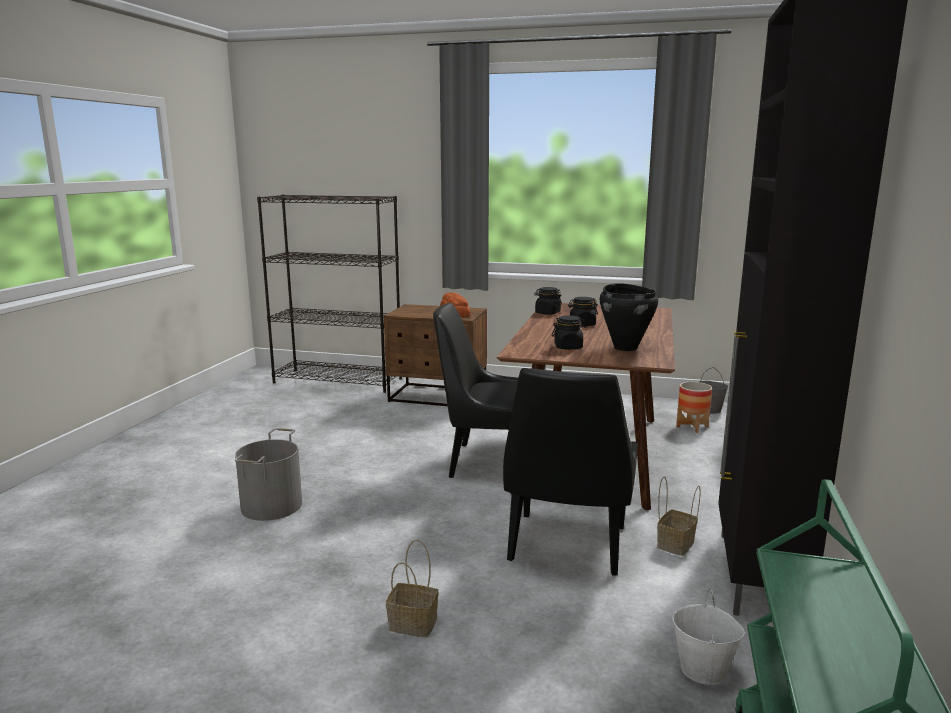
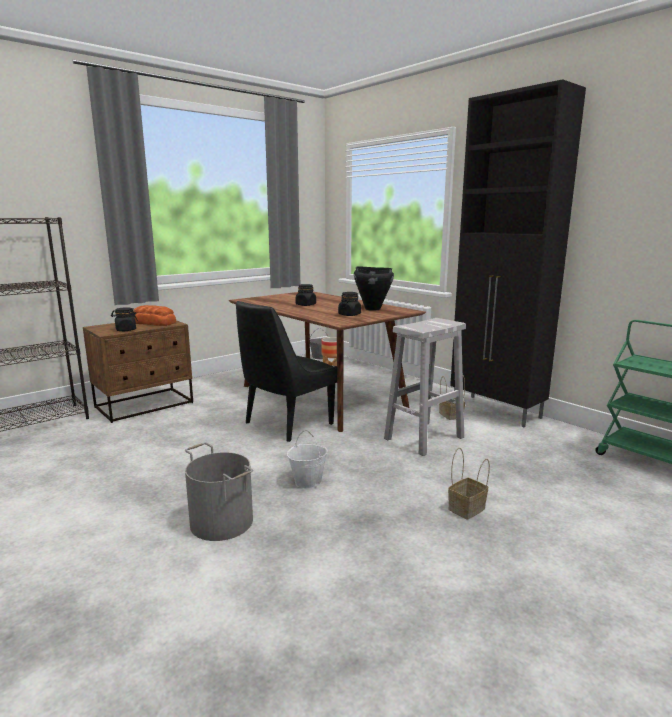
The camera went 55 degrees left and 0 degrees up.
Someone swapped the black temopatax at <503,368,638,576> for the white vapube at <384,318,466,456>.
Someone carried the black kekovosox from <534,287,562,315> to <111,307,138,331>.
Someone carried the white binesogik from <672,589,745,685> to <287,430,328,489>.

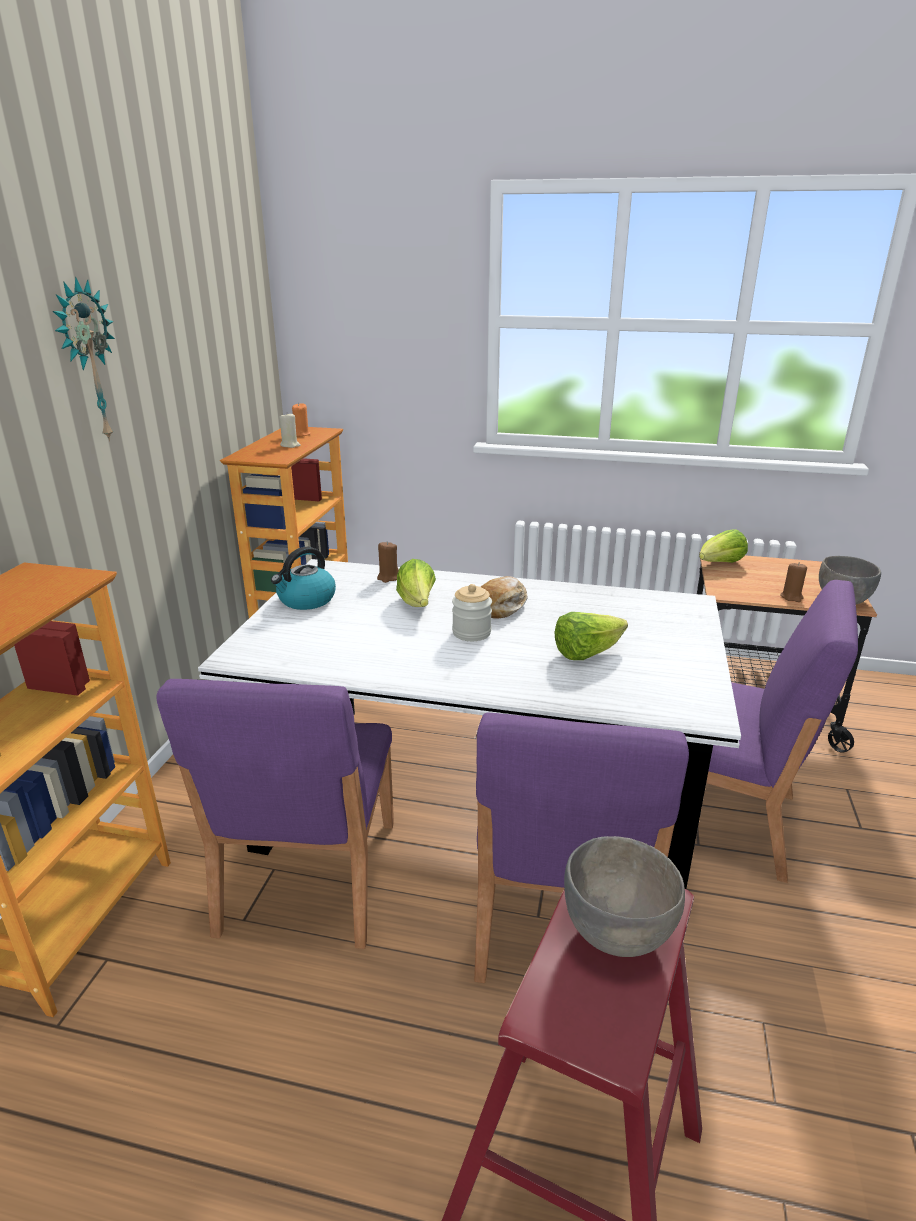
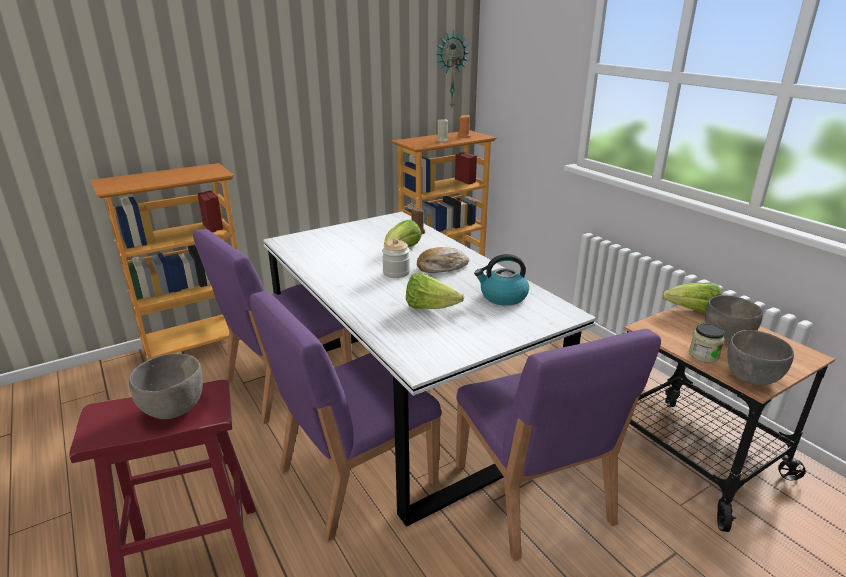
The camera went 45 degrees right and 0 degrees up.
Someone carried the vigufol from <53,277,115,442> to <436,31,470,107>.
Someone carried the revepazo from <271,547,336,610> to <474,254,529,306>.
Someone swapped the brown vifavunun at <780,562,807,602> for the kekovosox at <689,323,725,363>.
Someone put down the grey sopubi at <705,295,763,342>.

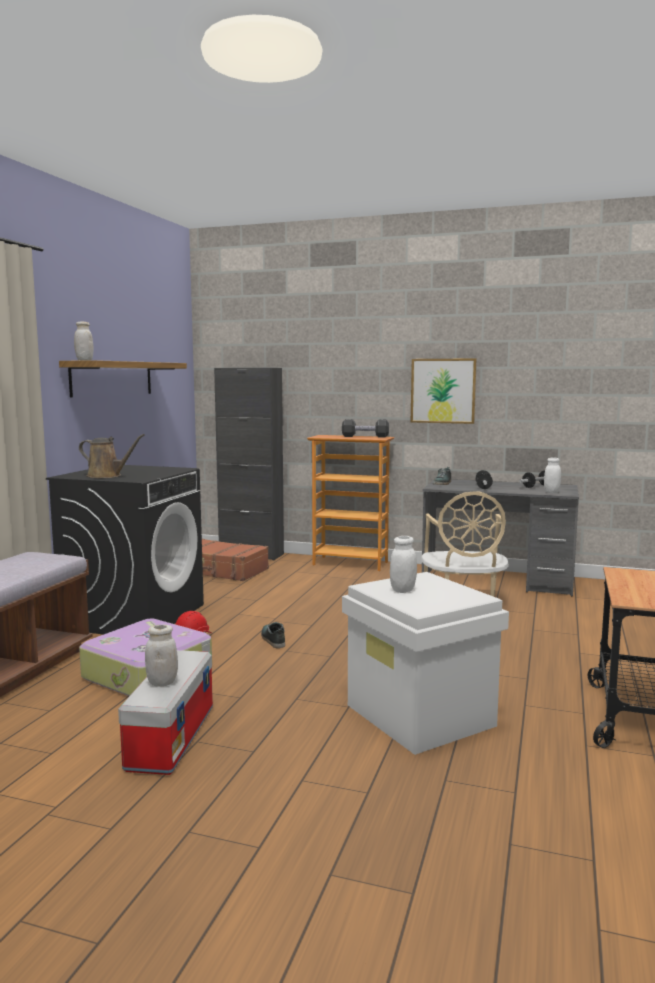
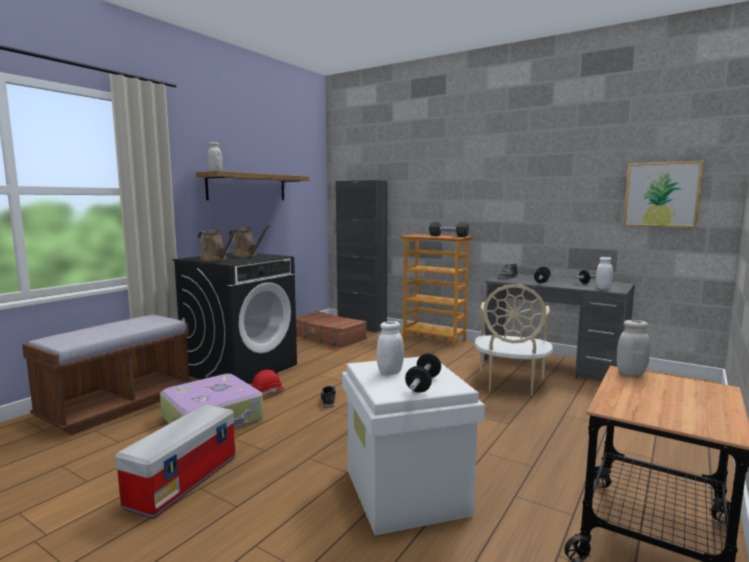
The camera went 15 degrees right and 0 degrees up.
Someone carried the white kekovosox from <145,625,178,687> to <617,320,650,376>.
Someone carried the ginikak from <411,358,477,424> to <623,161,703,228>.
Someone put down the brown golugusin at <229,225,270,257>.
Someone put down the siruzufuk at <405,353,441,393>.

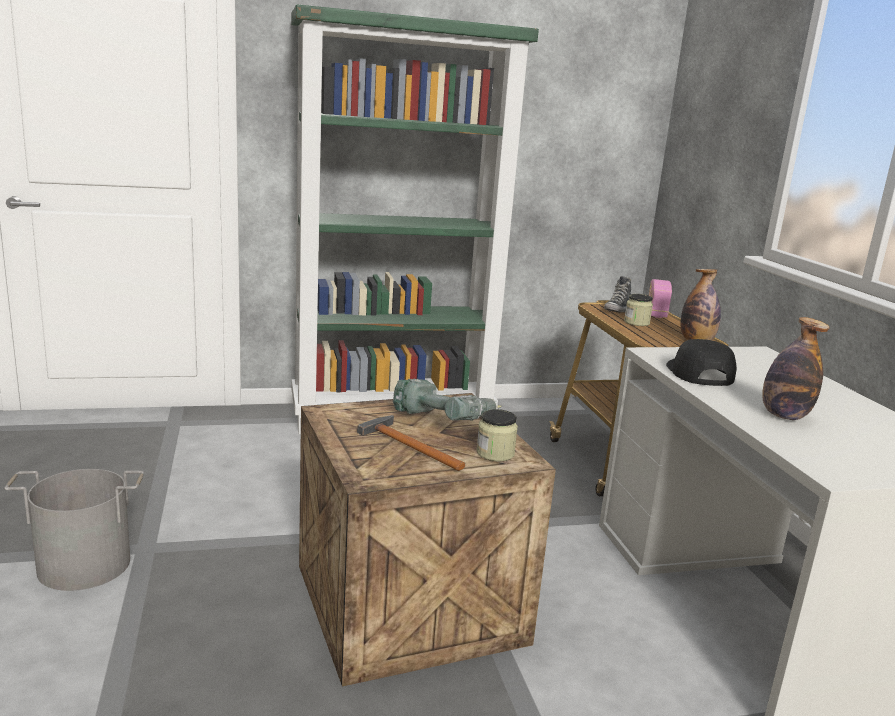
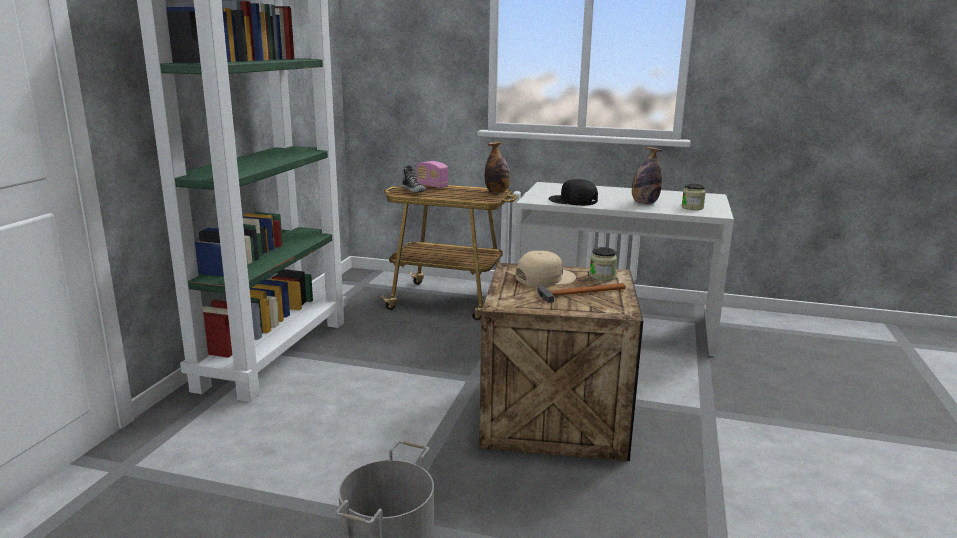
The camera went 60 degrees left and 0 degrees up.
Someone swapped the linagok at <393,379,502,421> for the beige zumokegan at <515,251,576,287>.
Someone carried the kekovosox from <624,294,653,326> to <682,184,706,210>.

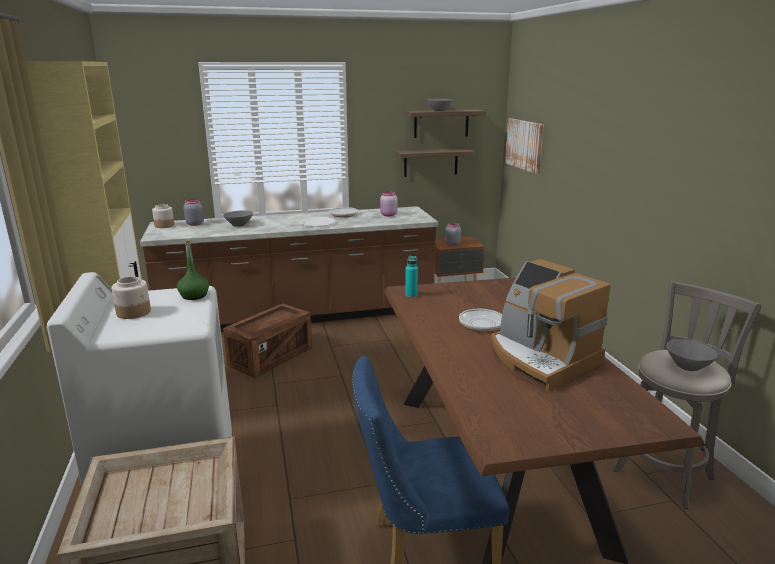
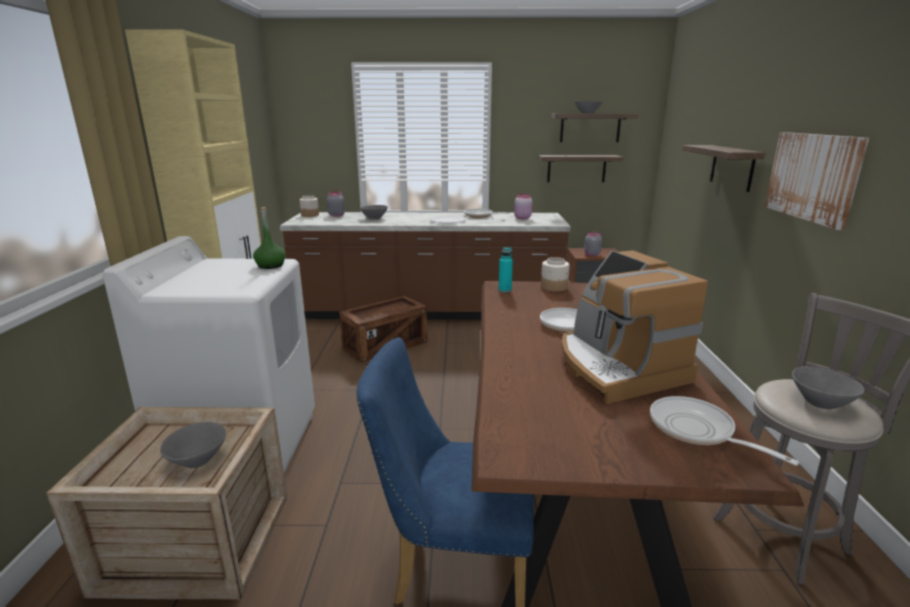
The camera went 15 degrees right and 0 degrees up.
Someone carried the kekovosox from <111,276,151,319> to <541,257,569,292>.
Someone carried the ginikak from <505,118,544,174> to <764,132,869,230>.
Someone put down the grey sopubi at <160,422,226,468>.
Someone put down the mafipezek at <650,396,799,466>.
Someone put up the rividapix at <682,145,765,192>.

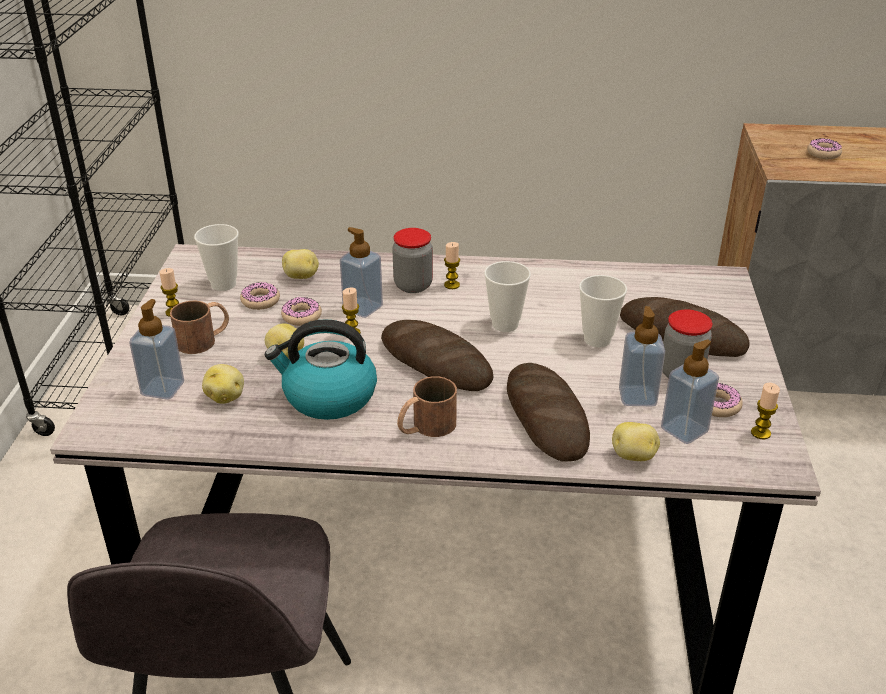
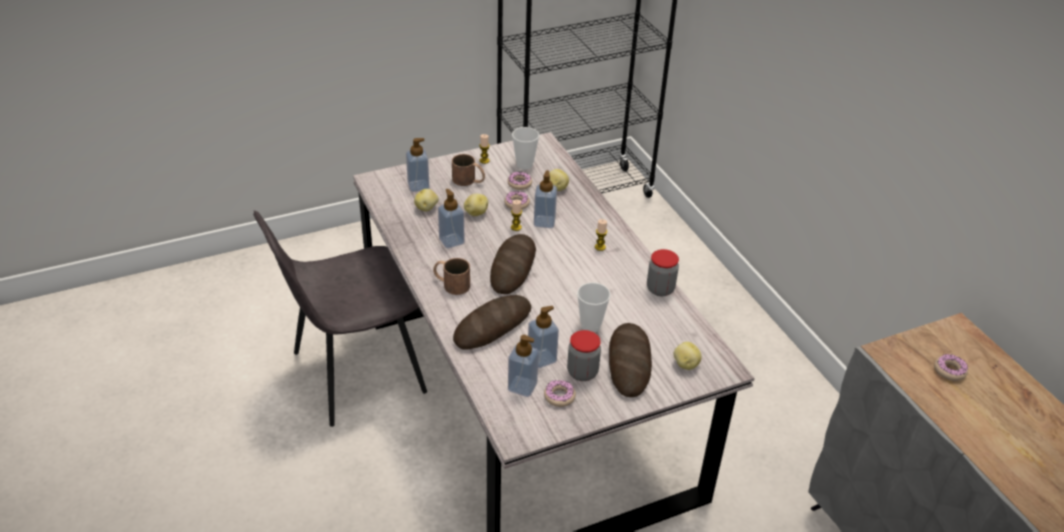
The camera went 60 degrees right and 5 degrees up.
Someone swapped the revepazo at <265,319,377,420> for the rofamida at <438,189,465,248>.
Someone carried the kekovosox from <392,228,433,293> to <647,249,679,296>.
Someone took away the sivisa at <484,261,531,332>.
Someone carried the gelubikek from <612,422,660,461> to <674,342,702,370>.
Someone took away the vifavunun at <751,383,780,439>.

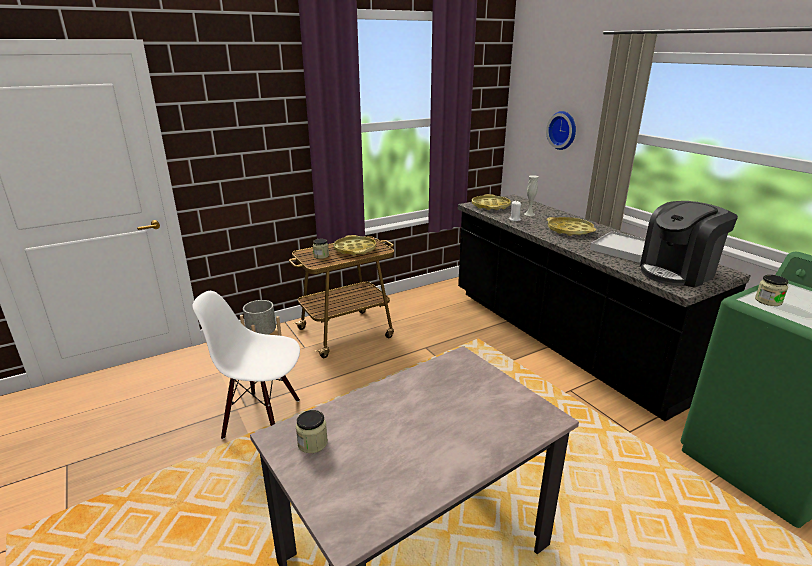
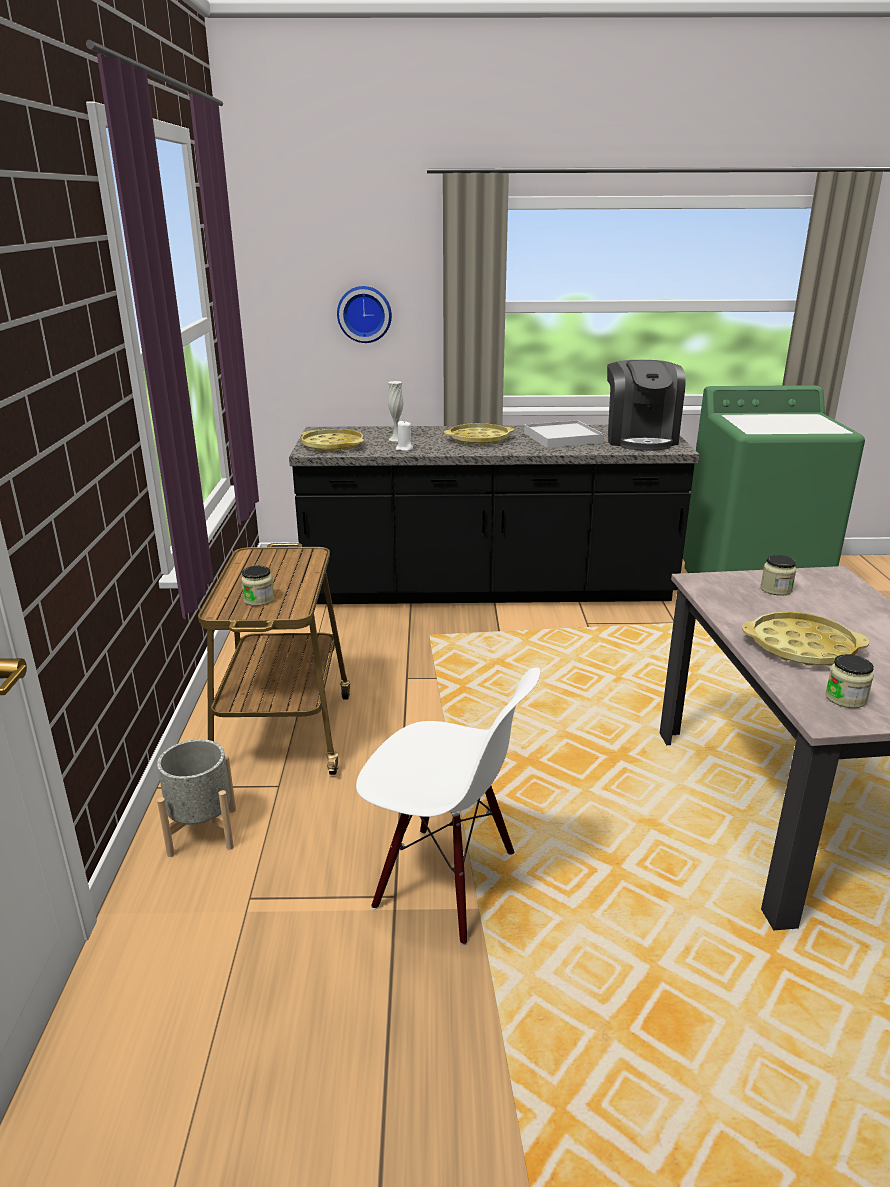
The camera went 60 degrees left and 0 degrees up.
Someone rotated the white temopatax at <193,291,300,440> by 105 degrees counterclockwise.
Someone carried the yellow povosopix from <333,235,376,255> to <742,612,869,666>.
Someone carried the kekovosox from <755,275,788,306> to <760,555,796,596>.

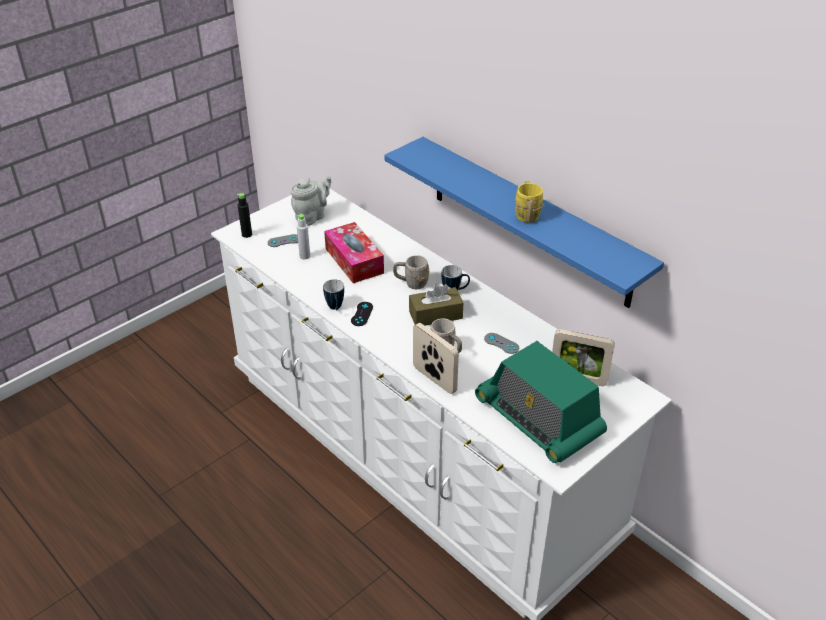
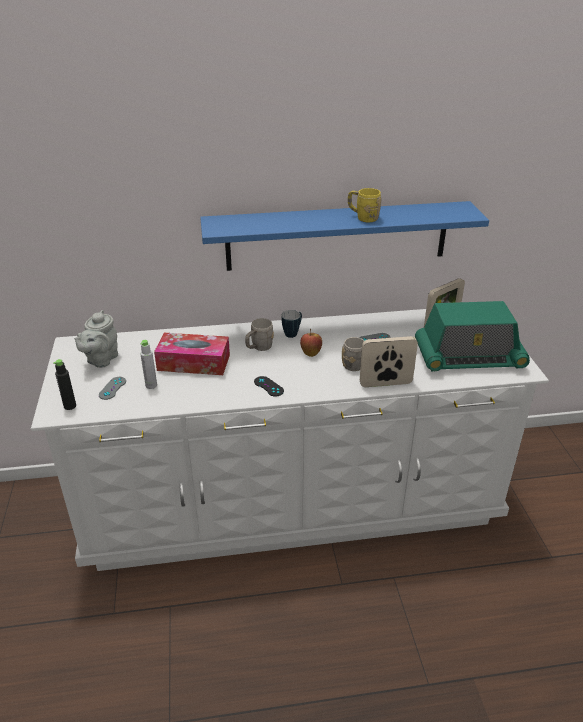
The camera went 55 degrees left and 5 degrees down.
Someone rotated the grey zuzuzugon at <290,176,331,226> by 150 degrees counterclockwise.
Someone took away the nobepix at <323,279,344,310>.
Someone swapped the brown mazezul at <409,283,463,326> for the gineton at <300,329,322,357>.

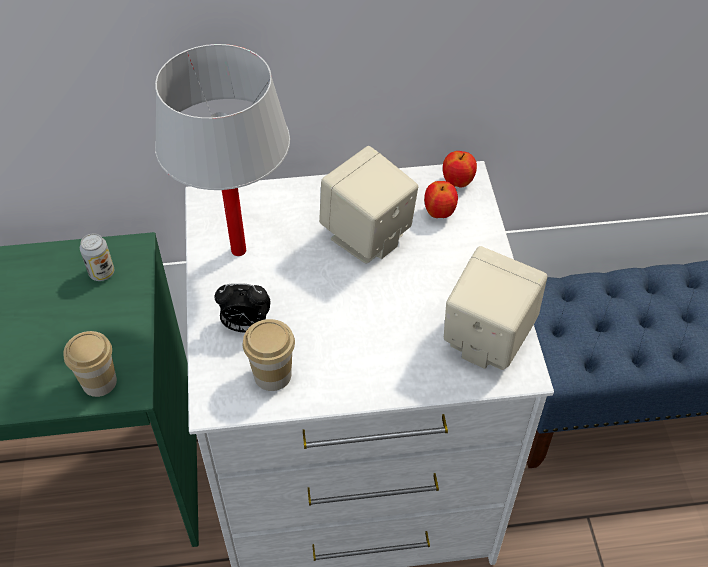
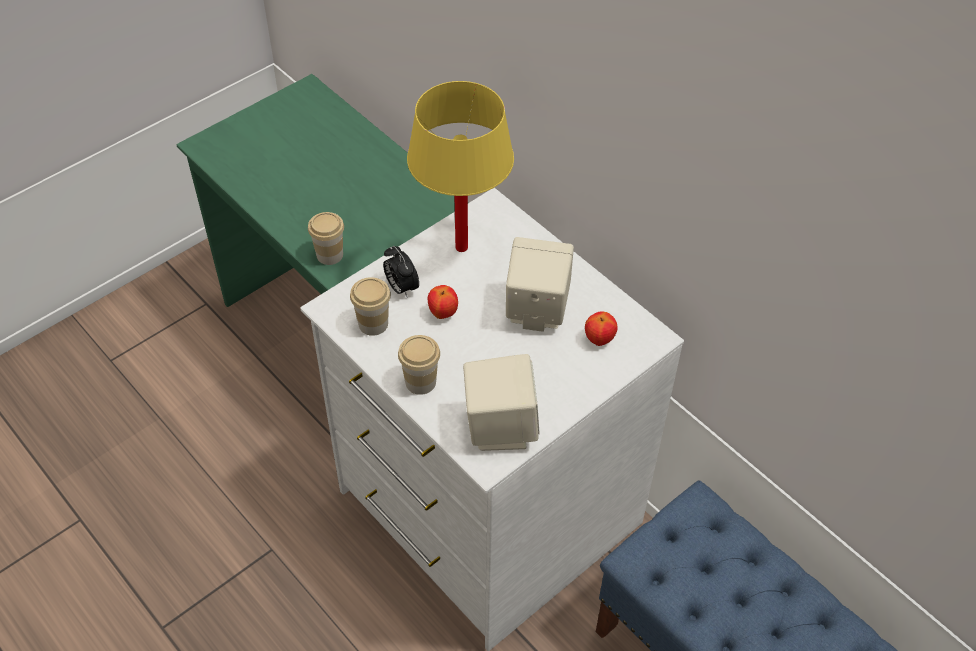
The camera went 55 degrees right and 0 degrees up.
Someone took away the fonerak at <80,234,114,281>.
Someone repainted the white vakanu at <155,44,290,256>, which became the yellow vakanu at <407,81,514,252>.
Someone carried the gineton from <443,151,477,188> to <428,285,458,319>.
Someone put down the sivisa at <398,335,440,395>.

